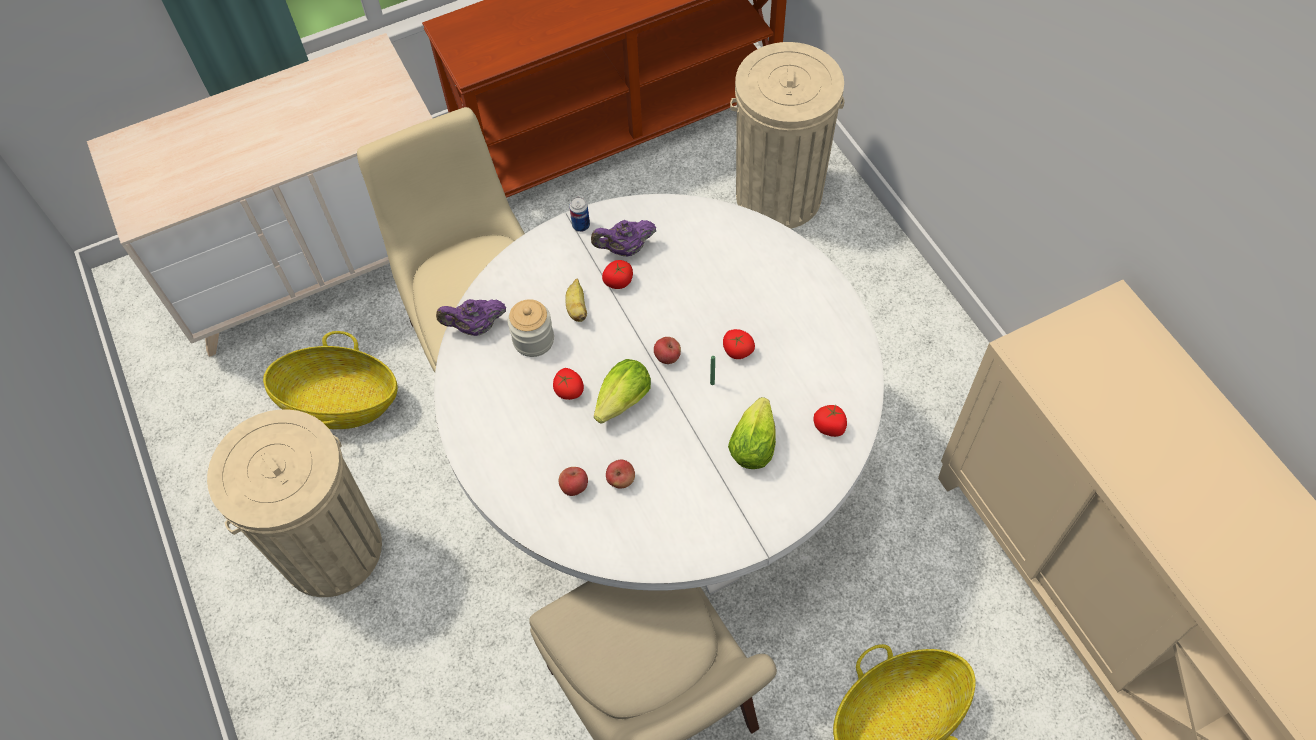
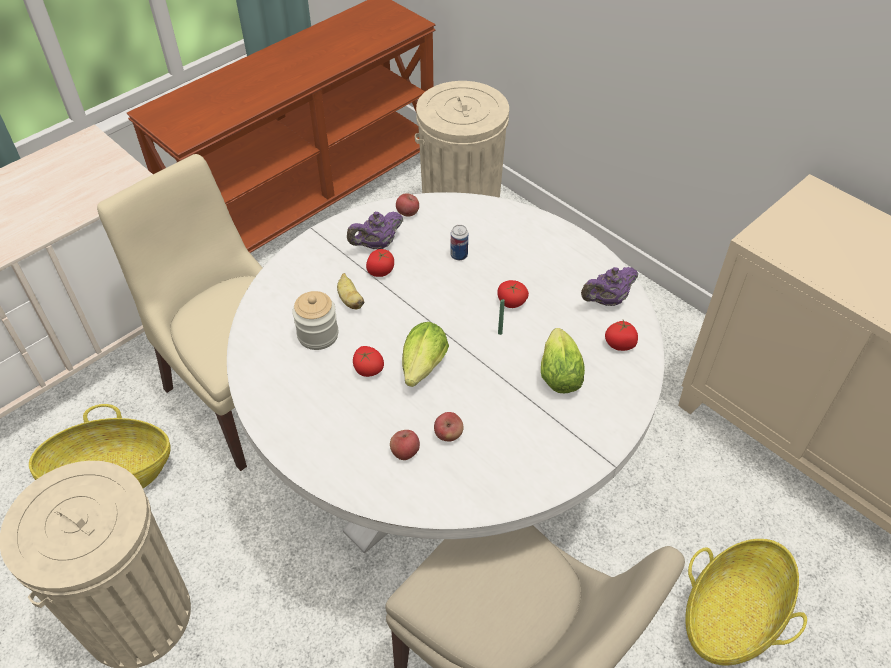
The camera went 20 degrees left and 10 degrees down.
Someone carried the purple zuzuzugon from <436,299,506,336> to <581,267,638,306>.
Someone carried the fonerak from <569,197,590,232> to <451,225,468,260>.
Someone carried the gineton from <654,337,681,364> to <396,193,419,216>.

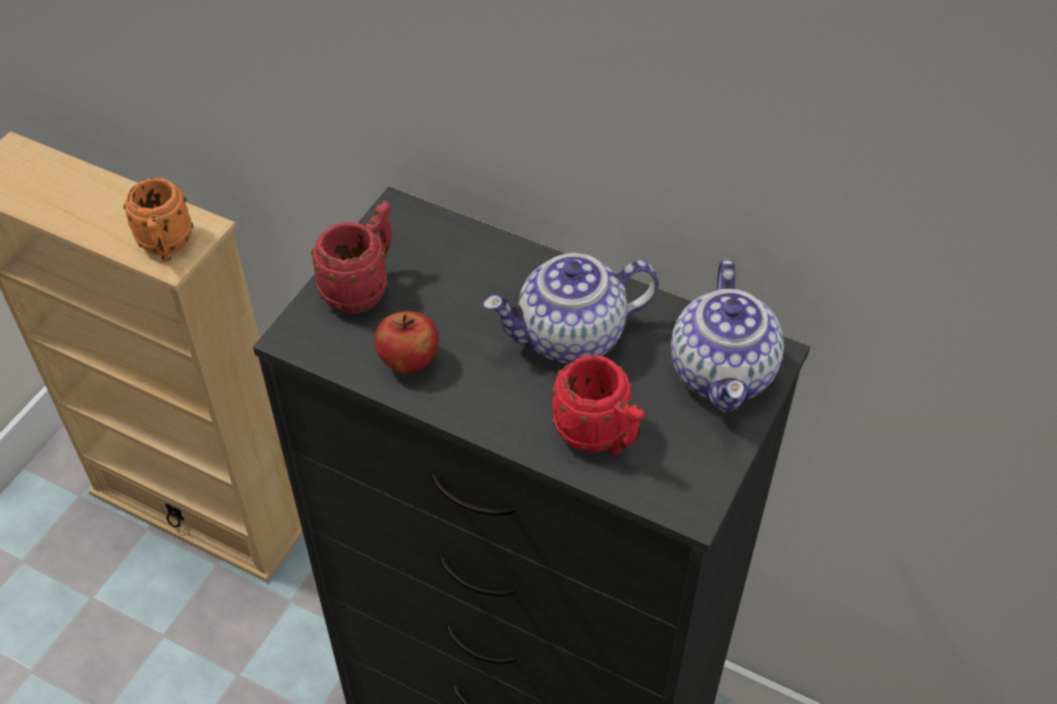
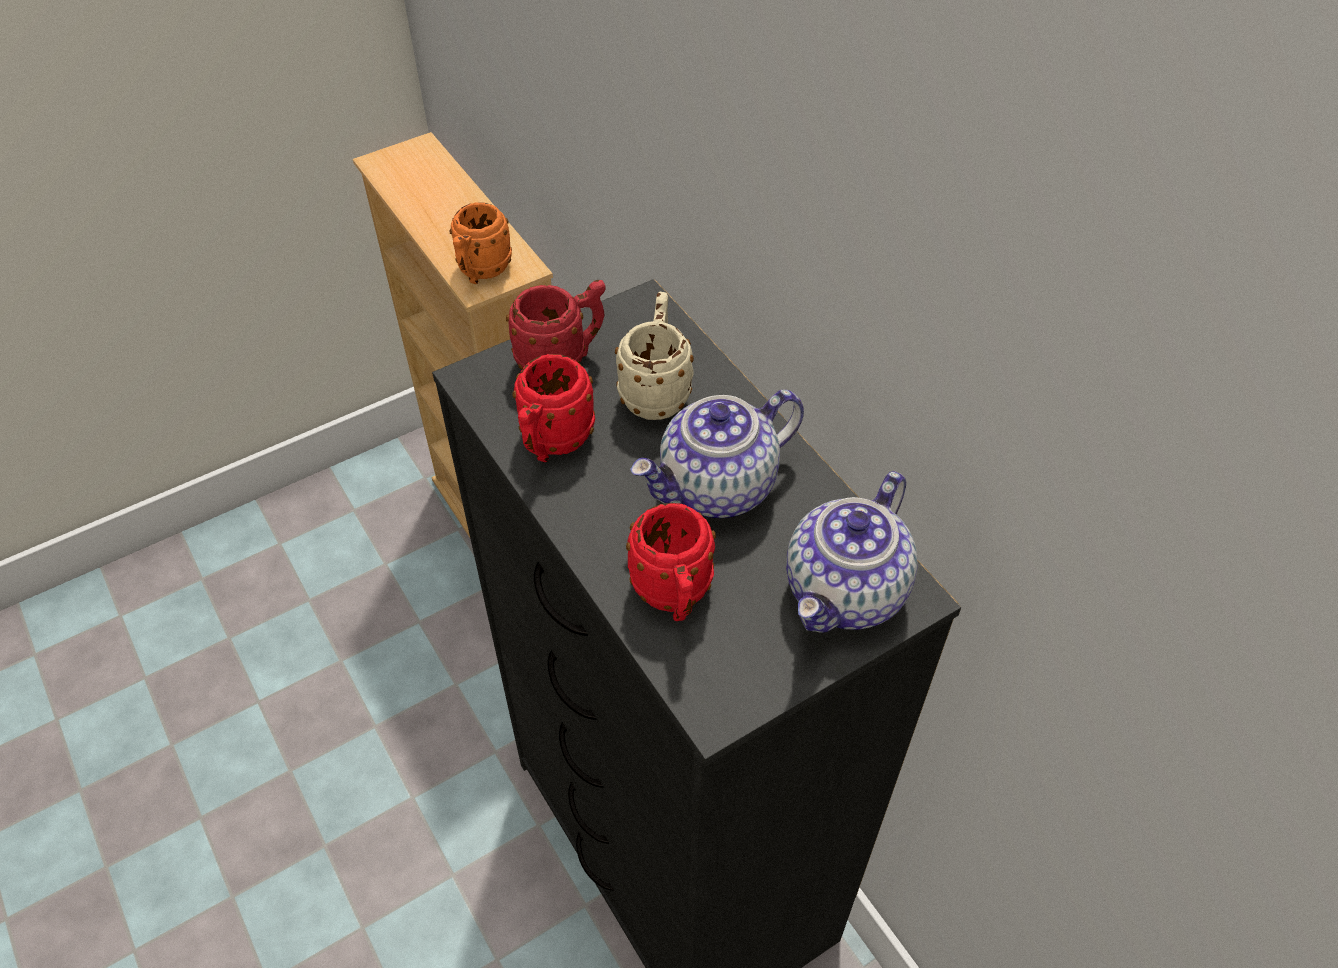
The camera went 30 degrees right and 0 degrees up.
Someone swapped the gineton at <374,311,439,374> for the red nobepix at <512,354,595,462>.
Someone rotated the zuzuzugon at <483,253,659,364> by 45 degrees counterclockwise.
Someone put down the beige nobepix at <615,292,694,420>.

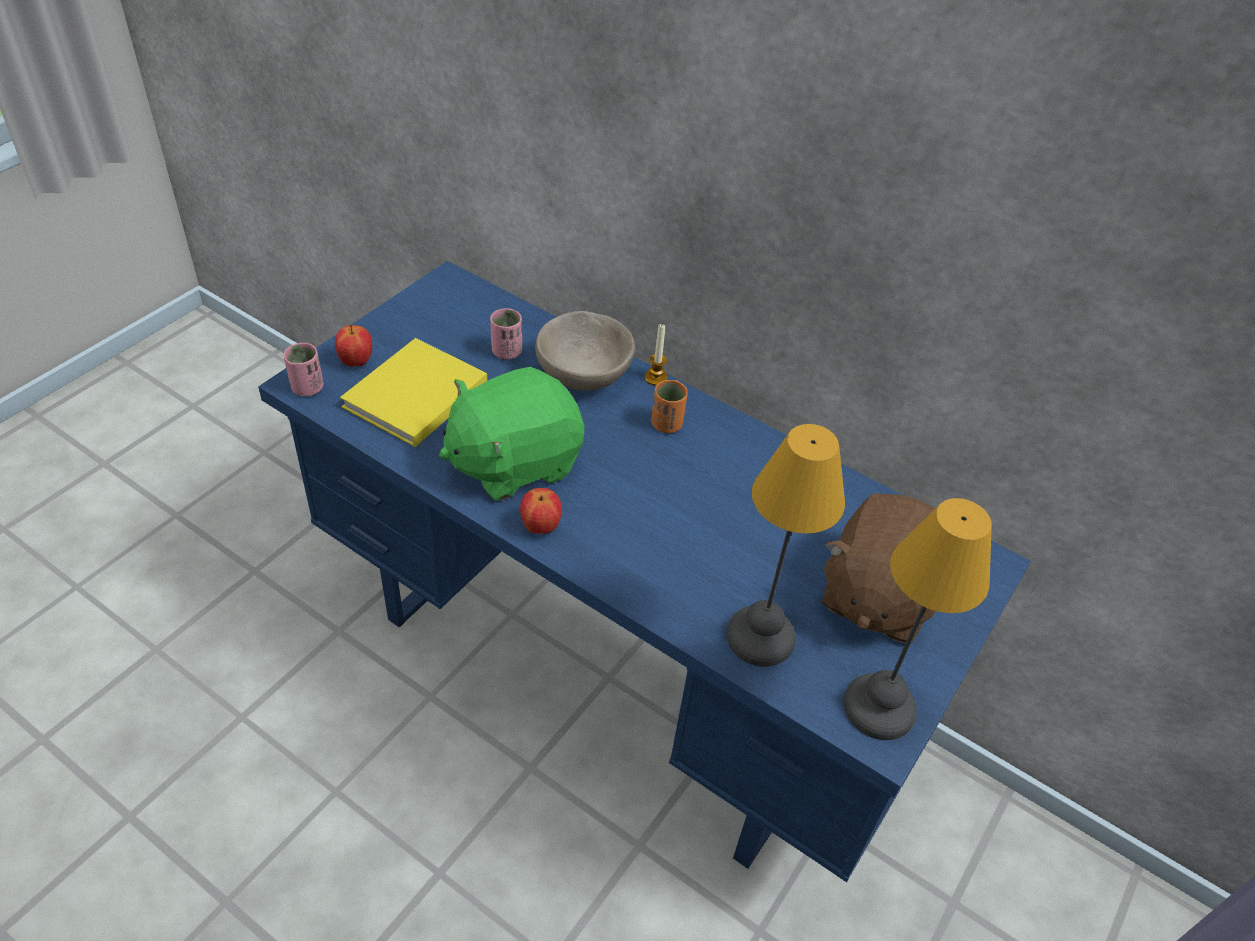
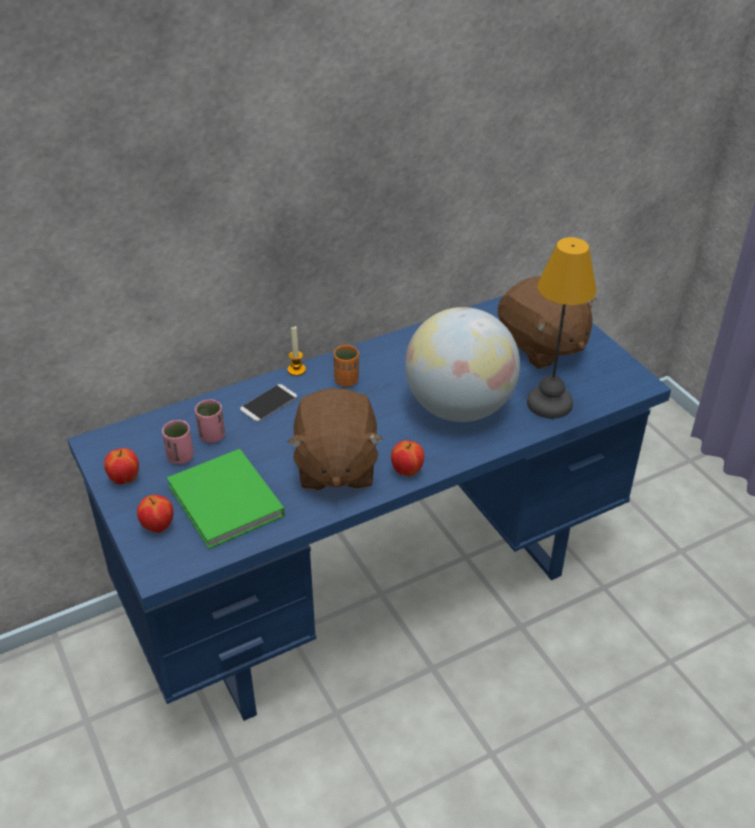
The camera went 60 degrees left and 5 degrees down.
Someone carried the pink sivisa from <283,343,324,396> to <162,420,194,464>.
Someone repainted the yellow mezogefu at <340,338,487,447>, which became the green mezogefu at <167,449,285,549>.
Someone repainted the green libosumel at <439,367,584,501>, which became the brown libosumel at <287,388,383,490>.
Someone swapped the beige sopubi at <535,311,635,391> for the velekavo at <240,384,297,422>.
Someone took away the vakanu at <843,498,992,740>.
Someone put down the gineton at <104,448,139,484>.
Someone put down the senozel at <405,307,520,422>.

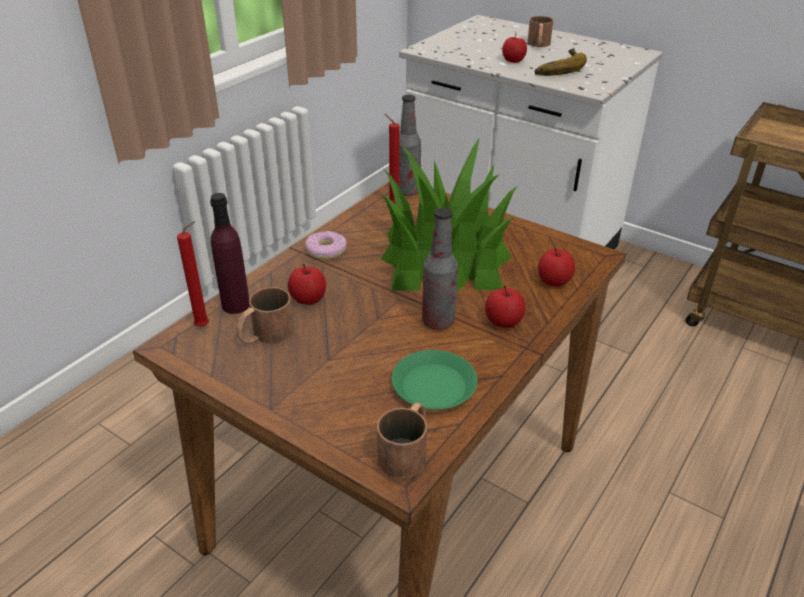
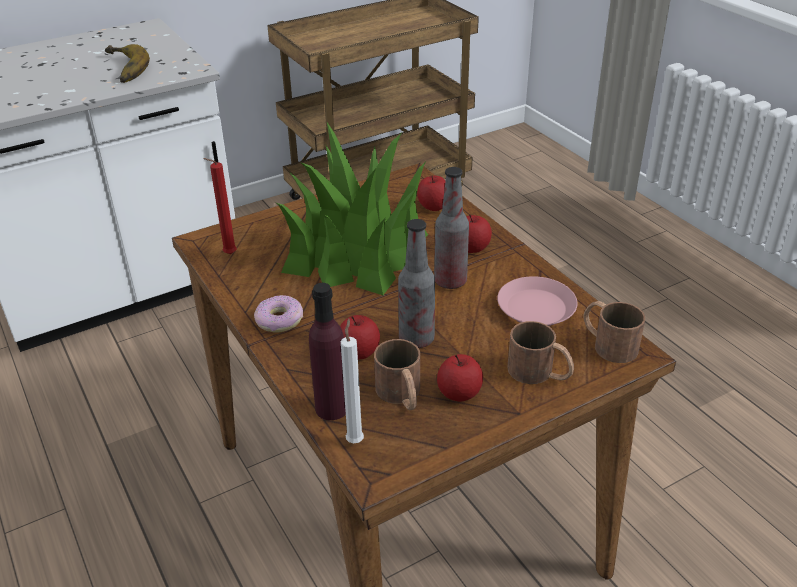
The camera went 65 degrees left and 0 degrees up.
Someone repainted the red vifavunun at <177,221,209,327>, which became the white vifavunun at <341,318,364,443>.
Someone repainted the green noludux at <392,350,477,410>, which became the pink noludux at <497,276,578,326>.
Someone carried the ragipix from <399,95,421,196> to <398,219,435,348>.
Someone carried the gineton from <502,33,527,63> to <437,354,483,402>.
Someone carried the brown nobepix from <527,16,553,47> to <507,321,574,384>.

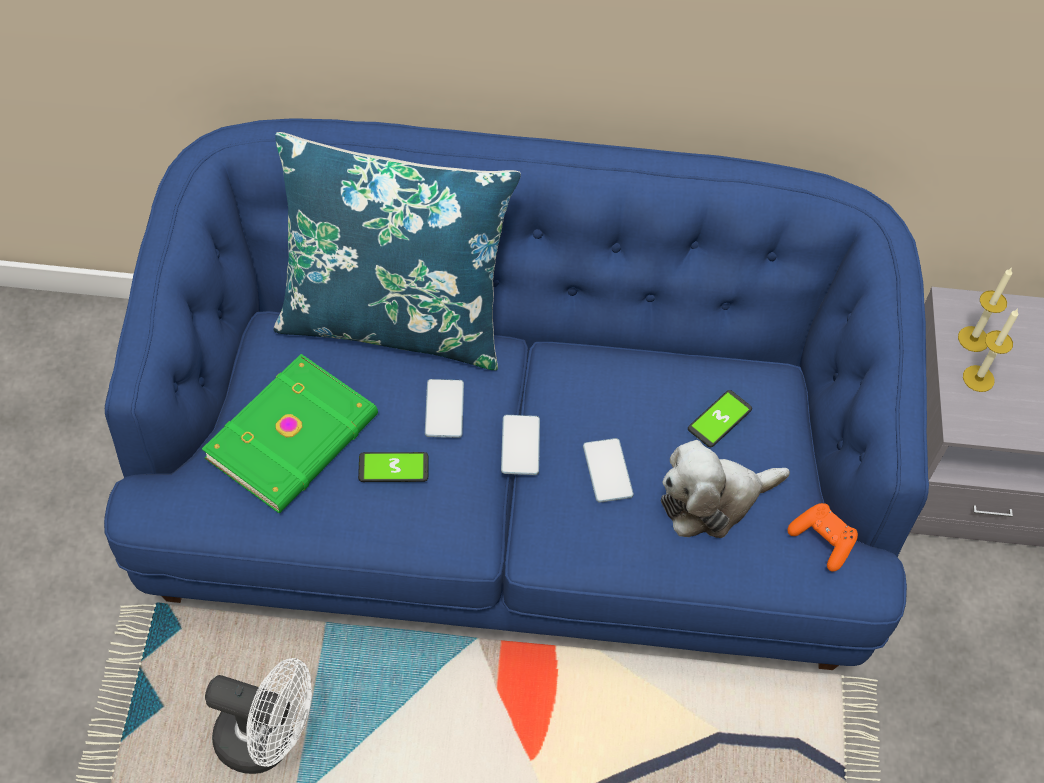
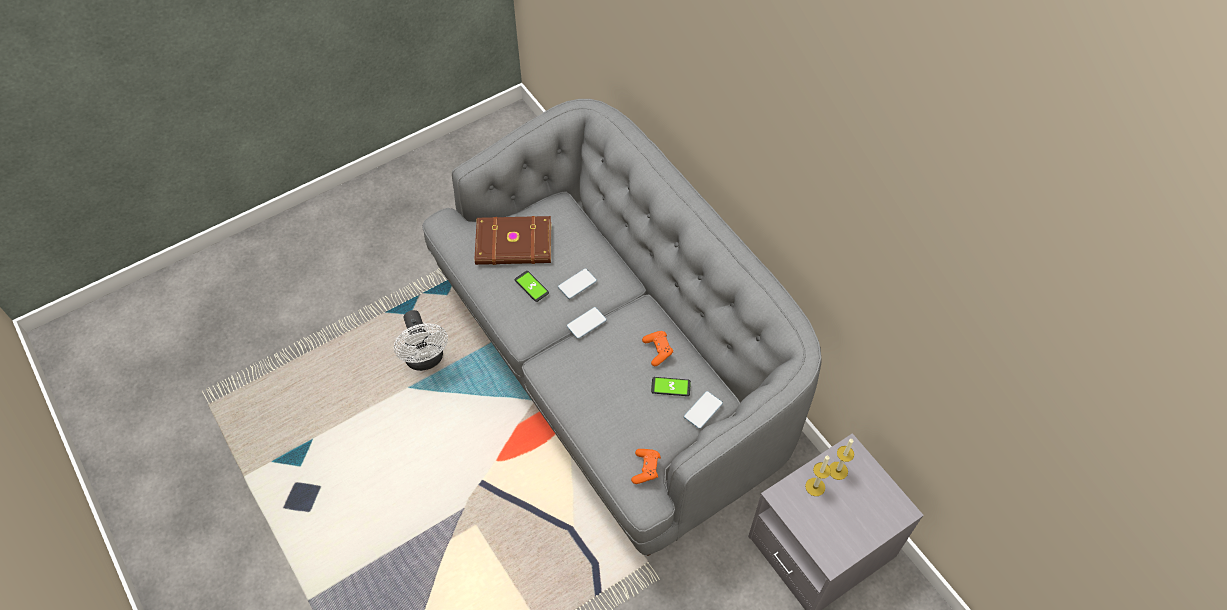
The camera went 55 degrees right and 0 degrees up.
Someone repainted the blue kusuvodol at <104,118,929,670>, which became the grey kusuvodol at <422,99,822,556>.
Someone repainted the green mezogefu at <202,354,378,513>, which became the brown mezogefu at <475,216,551,265>.
Someone took away the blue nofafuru at <274,132,521,370>.
Someone carried the velekavo from <583,438,634,503> to <684,391,723,429>.
Someone took away the libosumel at <661,440,790,538>.
Someone put down the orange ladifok at <642,331,673,366>.

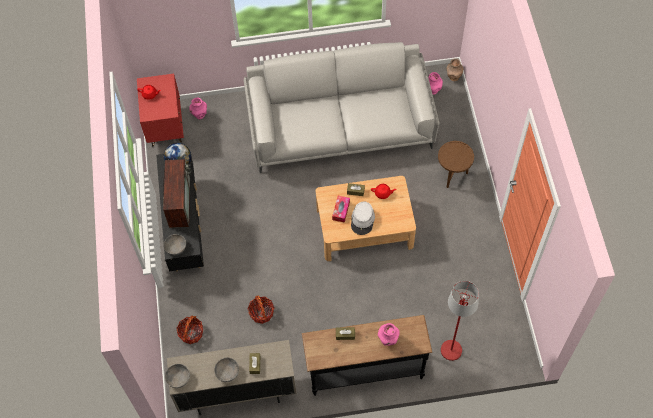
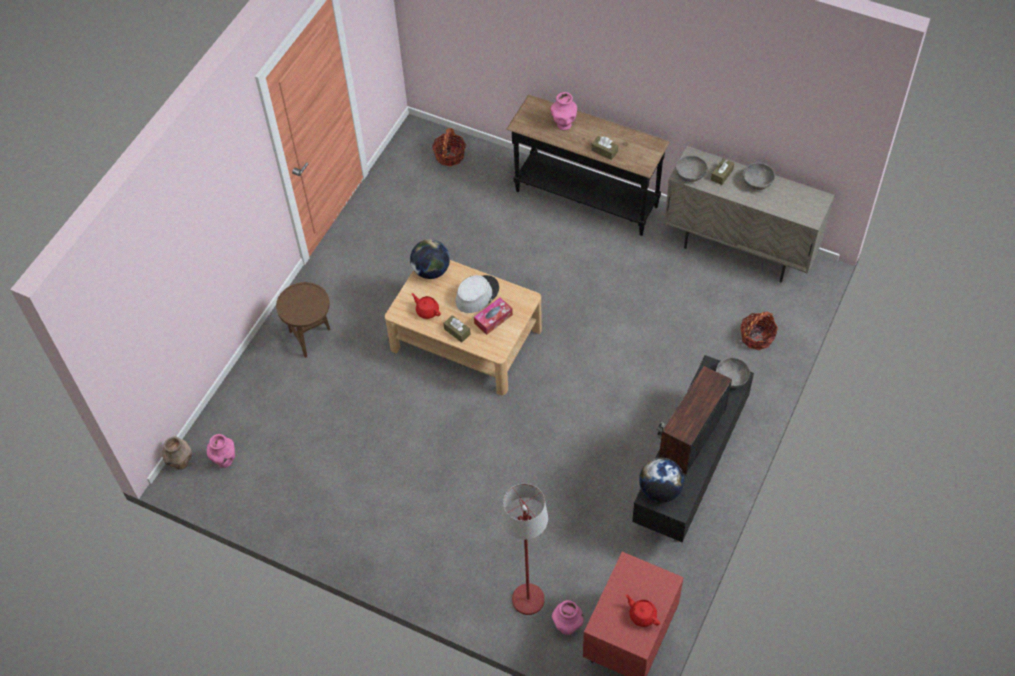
The camera went 145 degrees left and 5 degrees down.
Someone carried the grey sopubi from <165,364,190,388> to <676,156,708,182>.
Someone took away the grey kusuvodol at <244,42,439,173>.
Someone carried the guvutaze from <248,295,274,324> to <432,128,466,166>.
Someone carried the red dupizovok from <441,281,479,361> to <502,484,548,615>.
Someone put down the senozel at <410,239,450,279>.

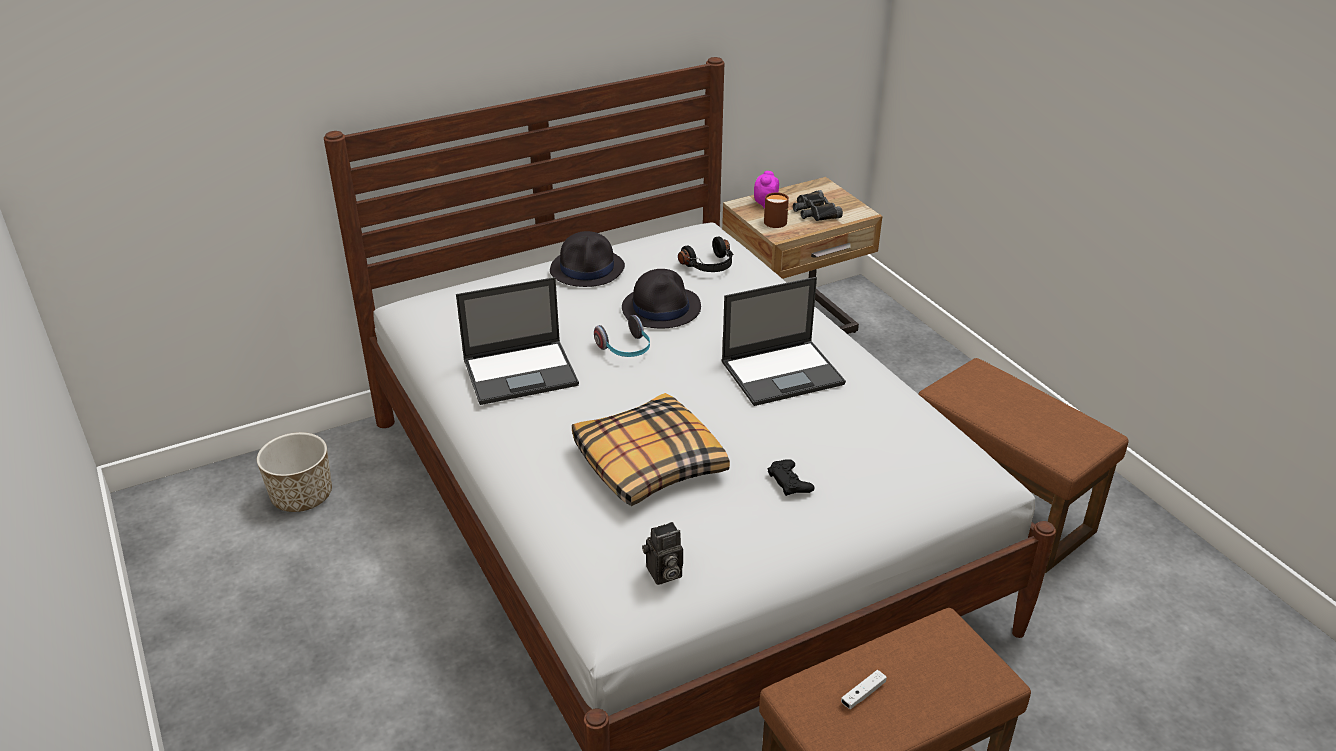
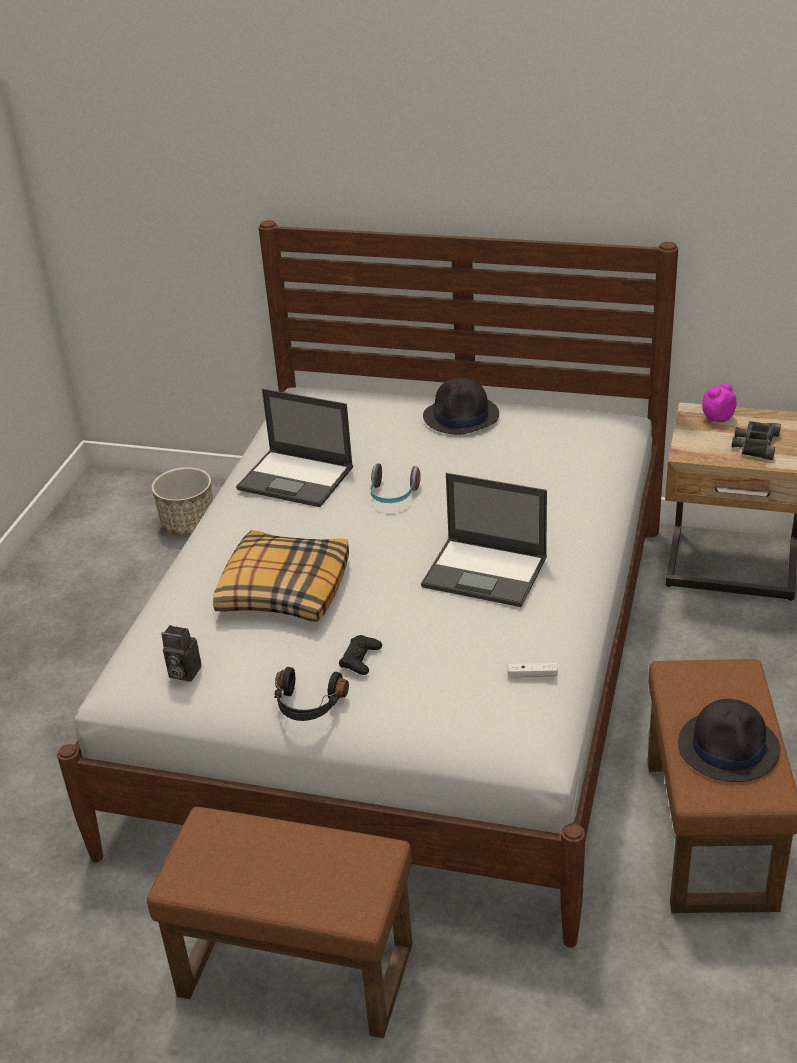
The camera went 45 degrees right and 0 degrees up.
Someone carried the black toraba from <622,269,701,328> to <678,699,781,782>.
Someone carried the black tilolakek from <678,237,733,272> to <274,667,349,721>.
Someone took away the brown nobepix at <764,192,789,228>.
Someone carried the white ladifok from <841,670,887,709> to <508,663,558,677>.

